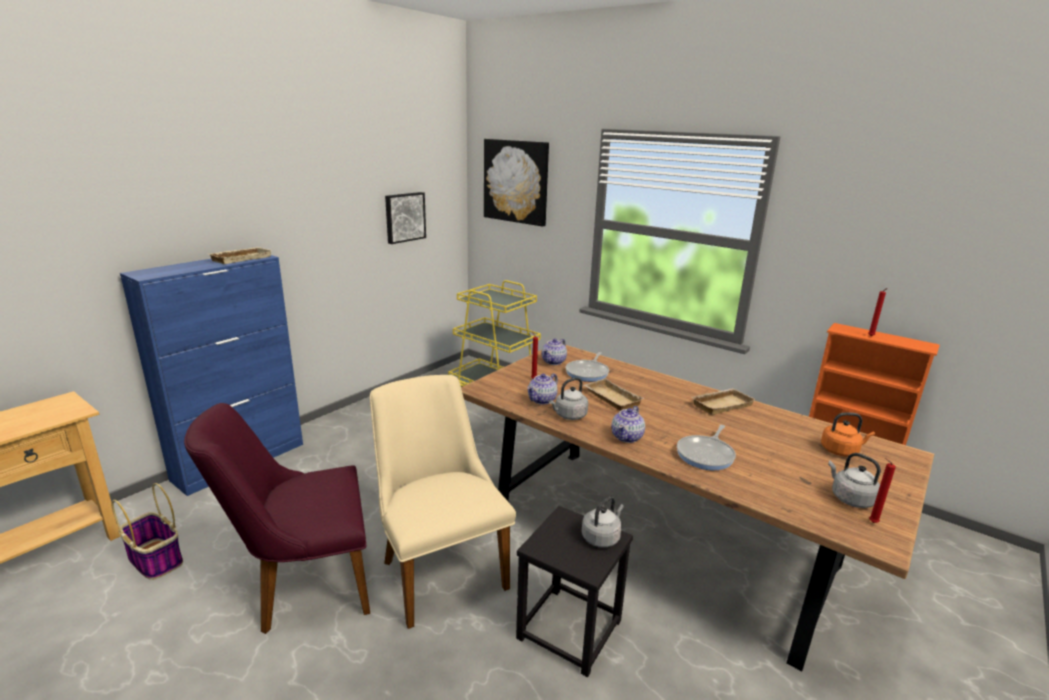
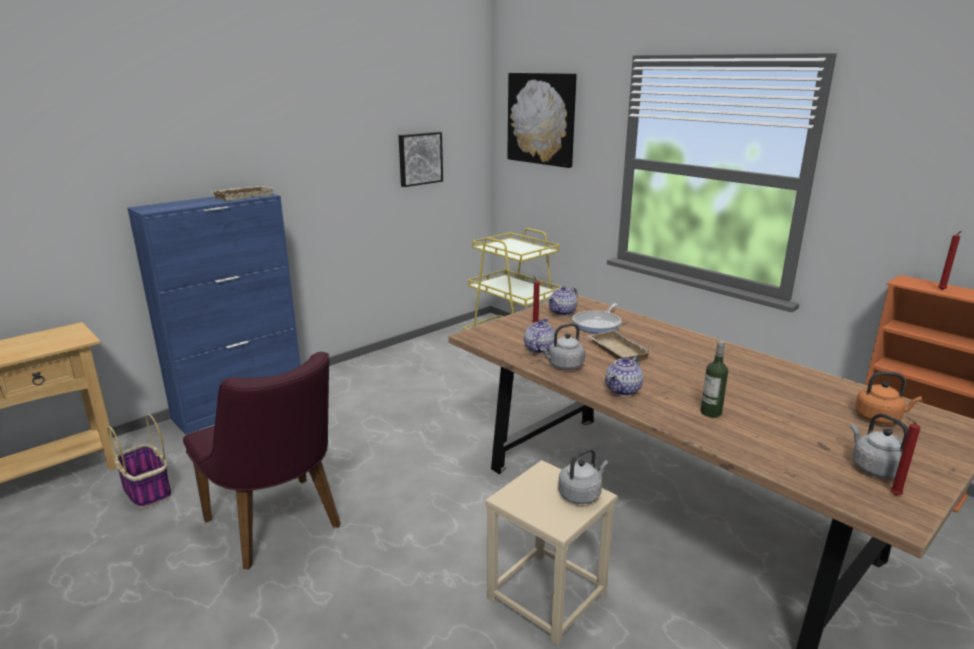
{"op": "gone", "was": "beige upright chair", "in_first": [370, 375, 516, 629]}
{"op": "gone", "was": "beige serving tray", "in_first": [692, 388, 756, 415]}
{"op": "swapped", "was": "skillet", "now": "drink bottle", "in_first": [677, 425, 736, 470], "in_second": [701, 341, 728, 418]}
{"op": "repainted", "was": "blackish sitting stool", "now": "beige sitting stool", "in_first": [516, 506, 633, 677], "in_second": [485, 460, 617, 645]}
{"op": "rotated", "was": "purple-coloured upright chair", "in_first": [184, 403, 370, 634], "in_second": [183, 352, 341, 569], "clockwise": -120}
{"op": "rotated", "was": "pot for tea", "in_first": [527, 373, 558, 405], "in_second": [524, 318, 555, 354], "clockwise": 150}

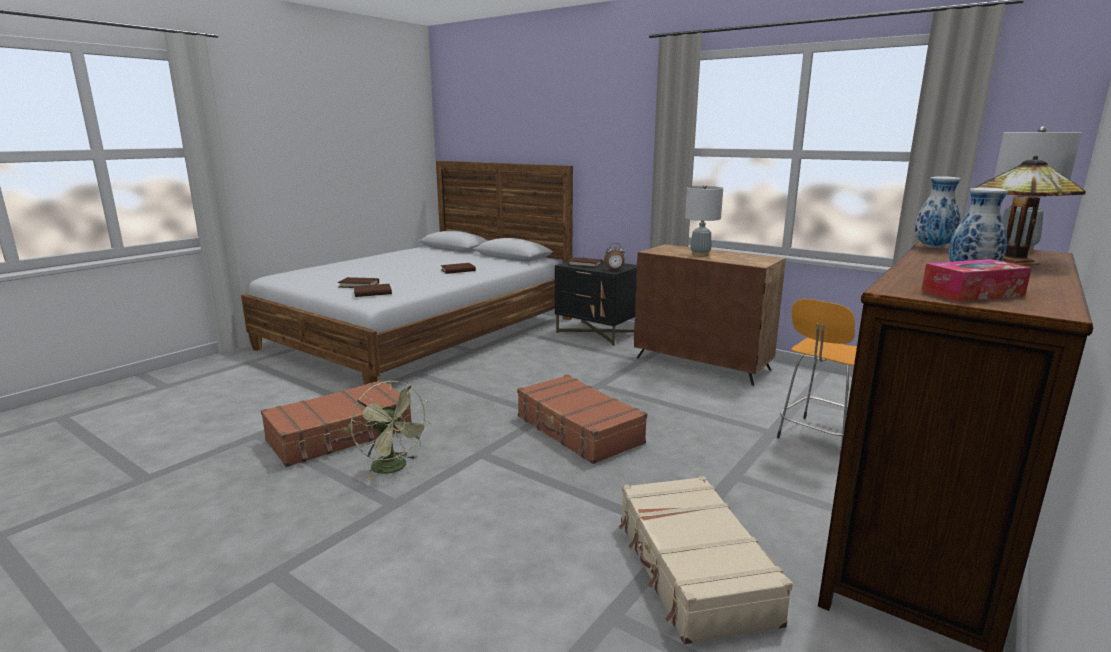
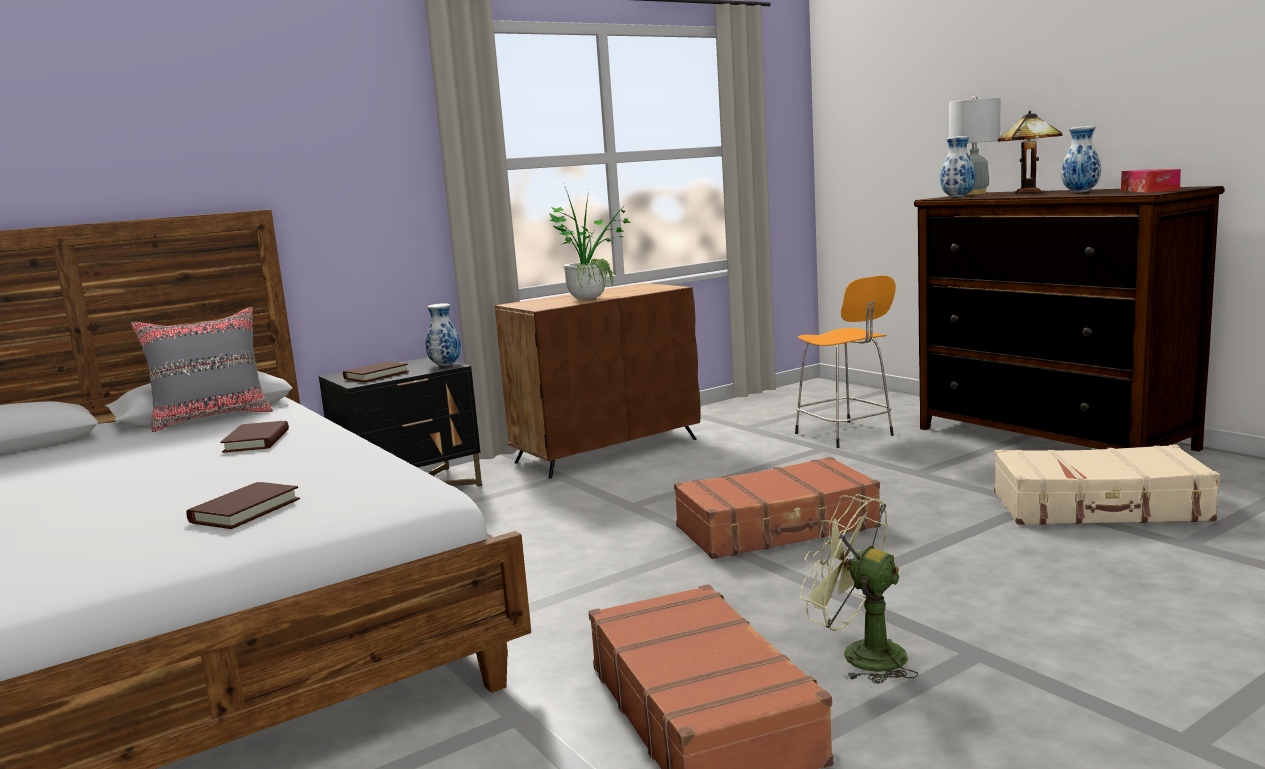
{"op": "gone", "was": "brown bound book", "in_first": [354, 284, 392, 297]}
{"op": "new", "now": "grey throw pillow", "in_second": [131, 307, 273, 432]}
{"op": "swapped", "was": "bedside clock", "now": "decorative vase", "in_first": [604, 243, 625, 270], "in_second": [426, 303, 461, 366]}
{"op": "swapped", "was": "grey tabletop lamp", "now": "plant in a pot", "in_first": [685, 184, 723, 257], "in_second": [549, 187, 631, 299]}
{"op": "rotated", "was": "greenish fan", "in_first": [351, 381, 431, 481], "in_second": [800, 494, 919, 684], "clockwise": -120}

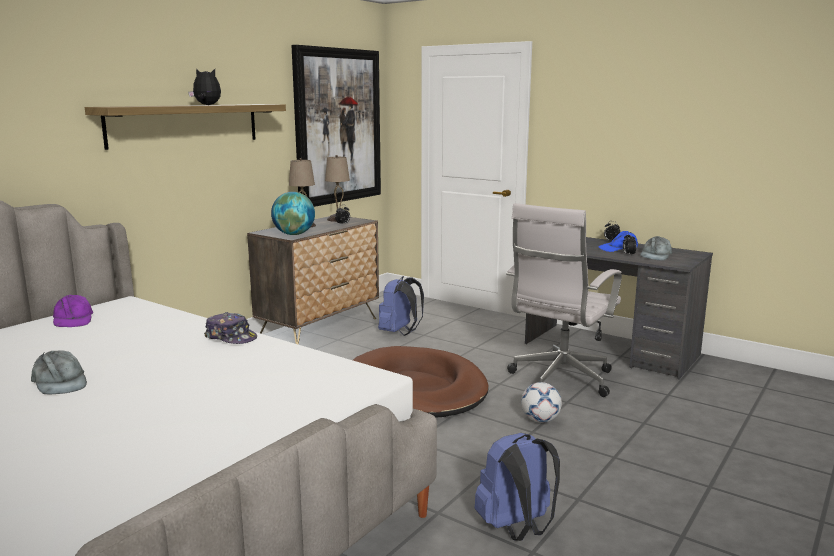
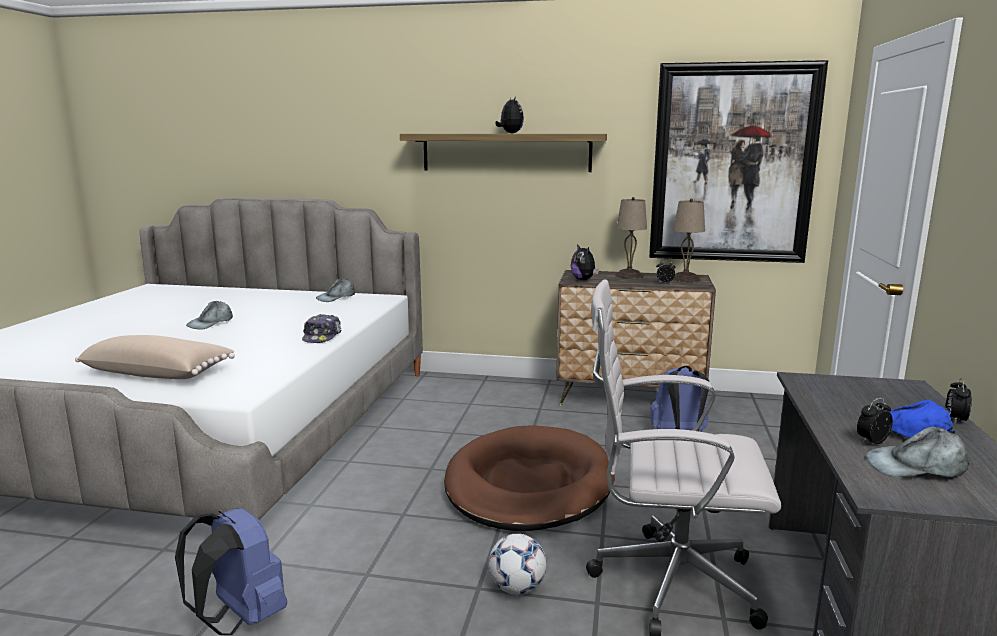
{"op": "new", "now": "beige throw pillow", "in_second": [75, 335, 235, 379]}
{"op": "swapped", "was": "desk globe", "now": "cuddly toy", "in_first": [271, 192, 315, 235], "in_second": [571, 244, 599, 280]}
{"op": "repainted", "was": "purple-coloured cap", "now": "grey cap", "in_first": [53, 295, 93, 327], "in_second": [316, 279, 355, 302]}

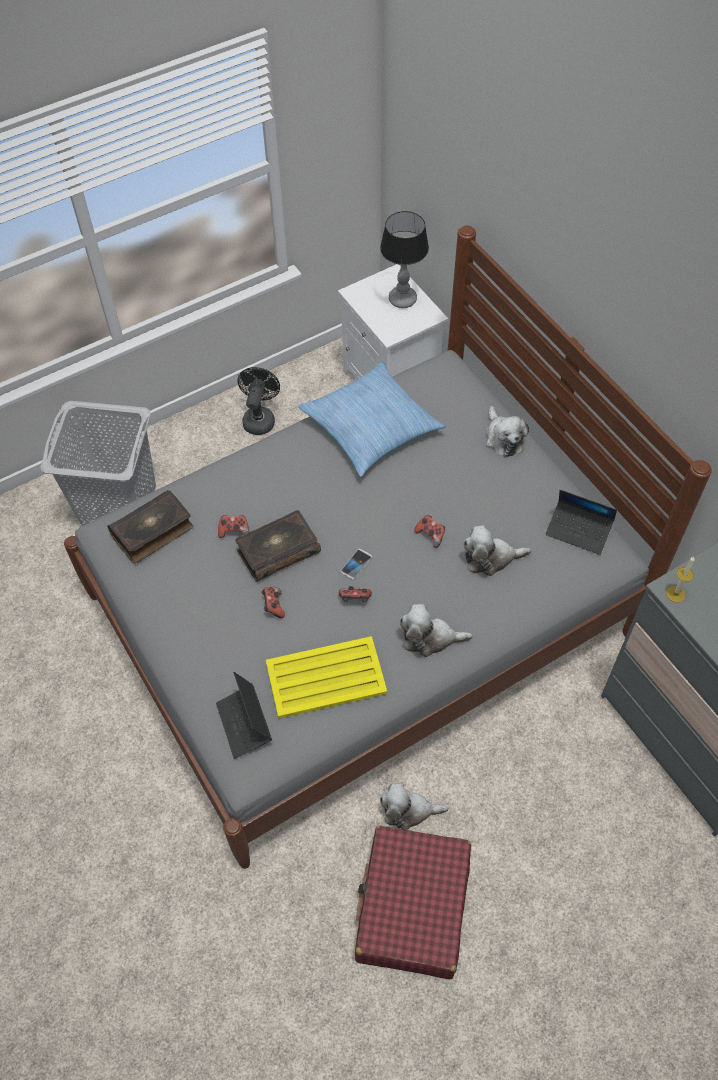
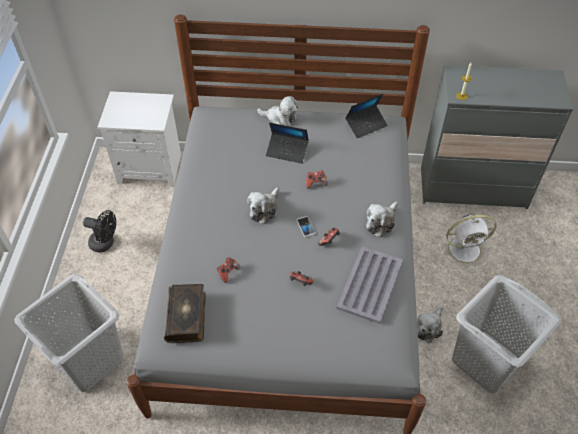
{"op": "gone", "was": "bound book", "in_first": [235, 510, 321, 582]}
{"op": "gone", "was": "throw pillow", "in_first": [298, 360, 446, 477]}
{"op": "gone", "was": "tabletop lamp", "in_first": [380, 211, 429, 308]}
{"op": "new", "now": "whitish fan", "in_second": [438, 215, 496, 269]}
{"op": "shifted", "was": "portable computer", "in_first": [216, 672, 272, 759], "in_second": [266, 122, 309, 163]}
{"op": "shifted", "was": "cuddly toy", "in_first": [463, 526, 531, 576], "in_second": [247, 187, 279, 224]}
{"op": "swapped", "was": "reddish piece of luggage", "now": "grey washing basket", "in_first": [355, 826, 471, 979], "in_second": [452, 275, 561, 393]}
{"op": "repainted", "was": "yellow serving tray", "now": "grey serving tray", "in_first": [266, 636, 387, 719], "in_second": [336, 246, 403, 324]}
{"op": "rotated", "was": "blackish fan", "in_first": [238, 367, 280, 435], "in_second": [83, 210, 116, 252], "clockwise": 150}

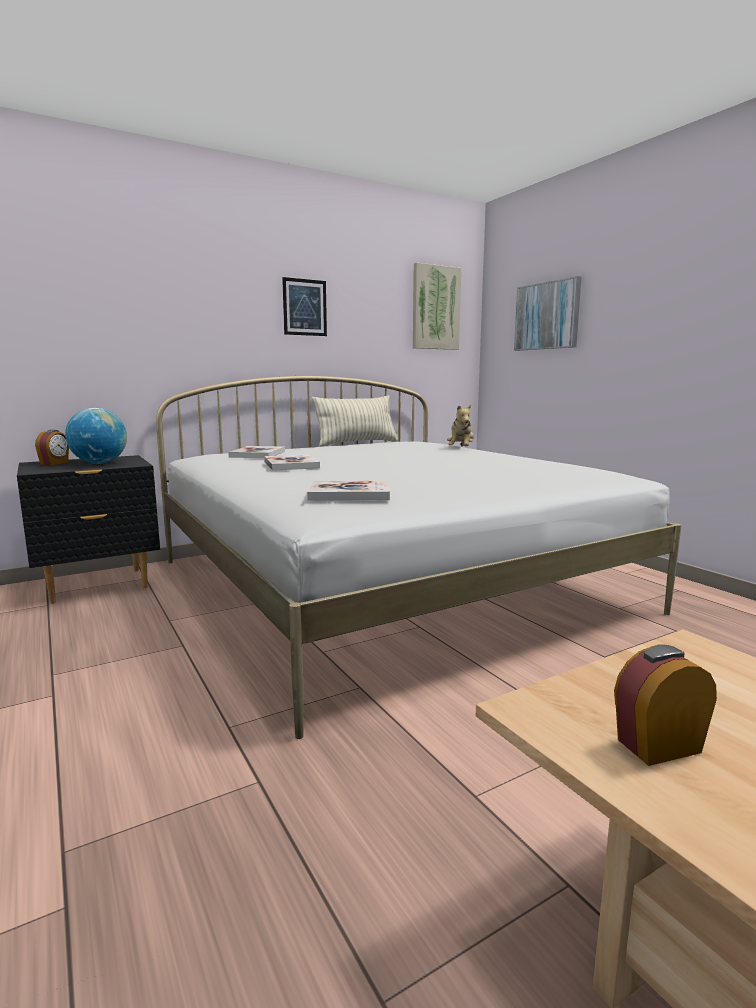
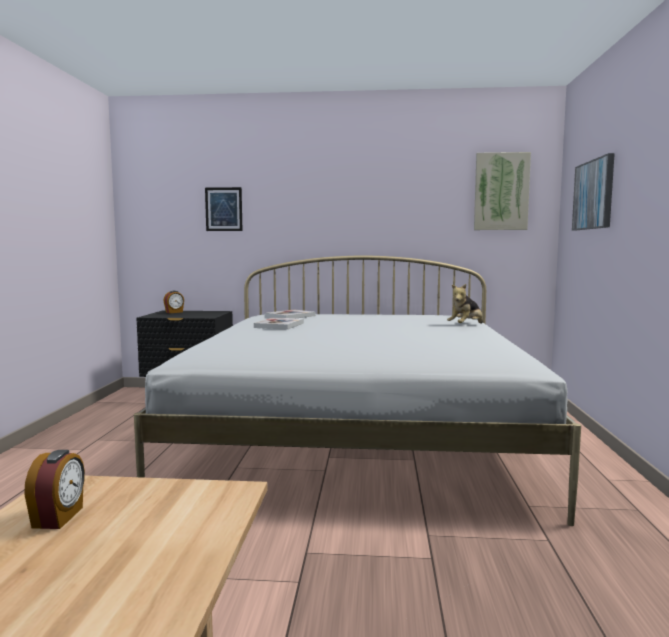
{"op": "gone", "was": "desk globe", "in_first": [65, 408, 127, 464]}
{"op": "gone", "was": "bound book", "in_first": [307, 481, 390, 501]}
{"op": "gone", "was": "throw pillow", "in_first": [312, 395, 398, 447]}
{"op": "shifted", "was": "wall art", "in_first": [282, 277, 327, 336], "in_second": [205, 187, 243, 231]}
{"op": "rotated", "was": "bedside clock", "in_first": [614, 644, 717, 766], "in_second": [24, 450, 85, 529], "clockwise": 75}

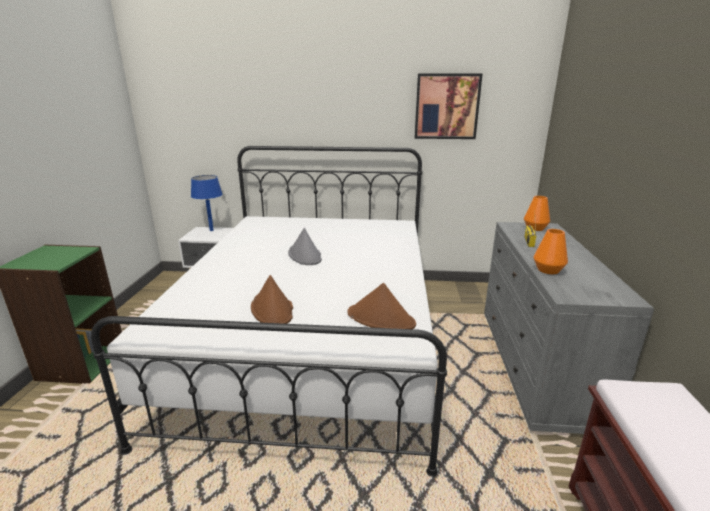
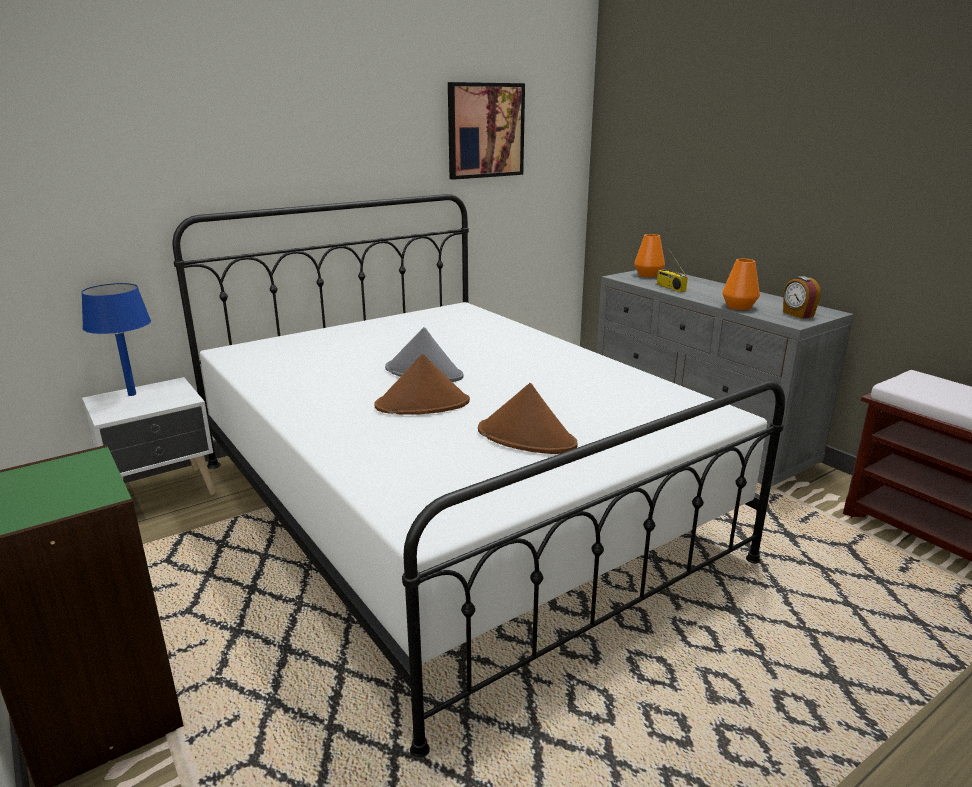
{"op": "new", "now": "bedside clock", "in_second": [783, 276, 821, 319]}
{"op": "shifted", "was": "brown clothing hat", "in_first": [348, 283, 416, 329], "in_second": [374, 354, 470, 415]}

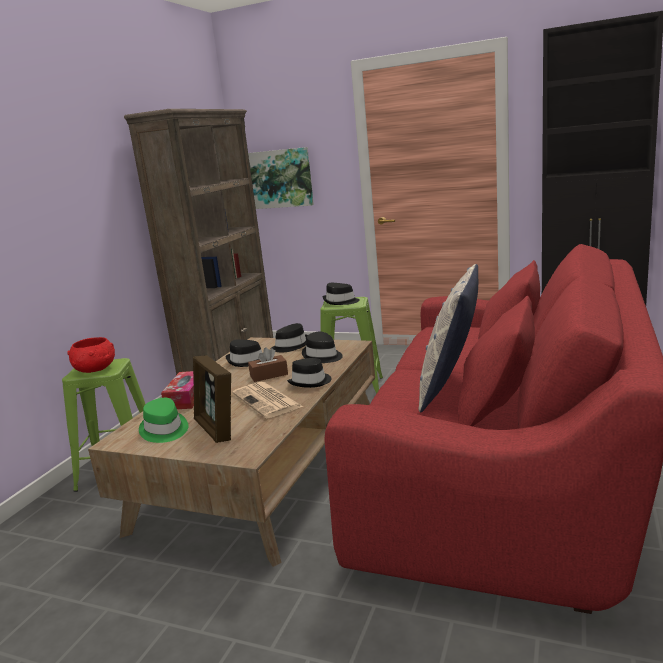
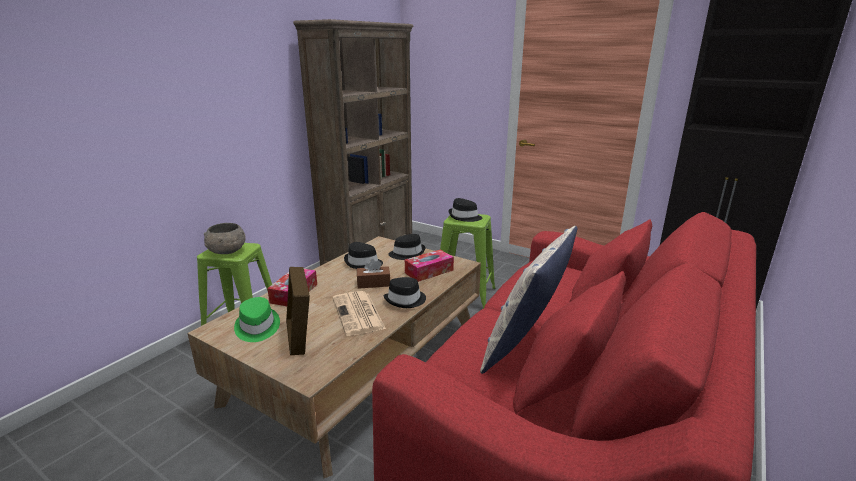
{"op": "gone", "was": "wall art", "in_first": [248, 147, 314, 209]}
{"op": "swapped", "was": "blackish clothing hat", "now": "tissue box", "in_first": [302, 331, 343, 363], "in_second": [405, 250, 454, 282]}
{"op": "repainted", "was": "reddish serving bowl", "now": "grey serving bowl", "in_first": [67, 337, 115, 373], "in_second": [204, 223, 246, 254]}

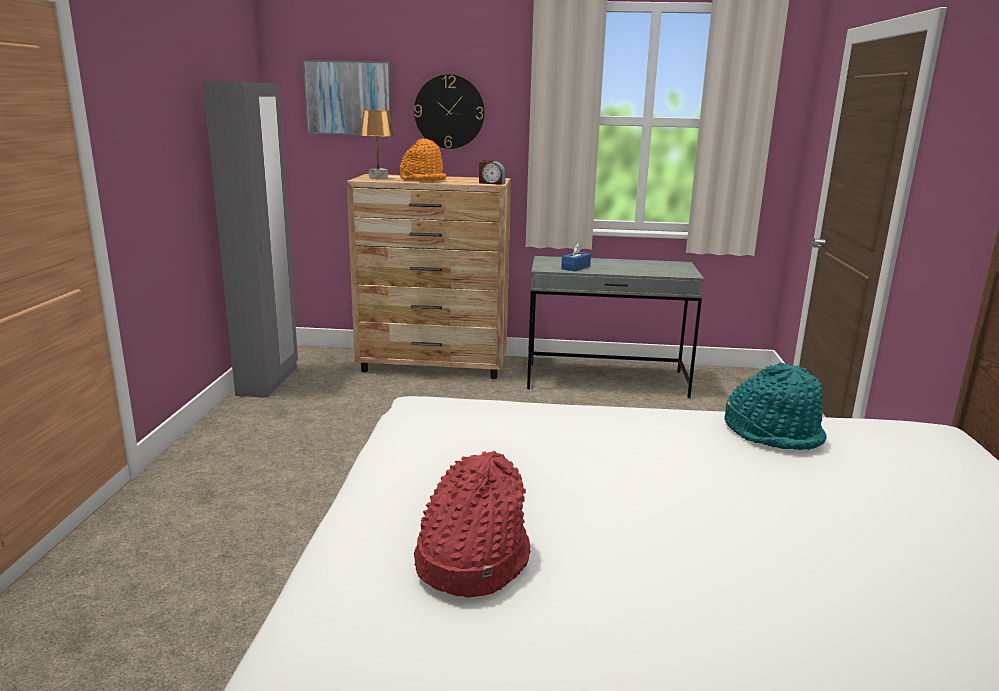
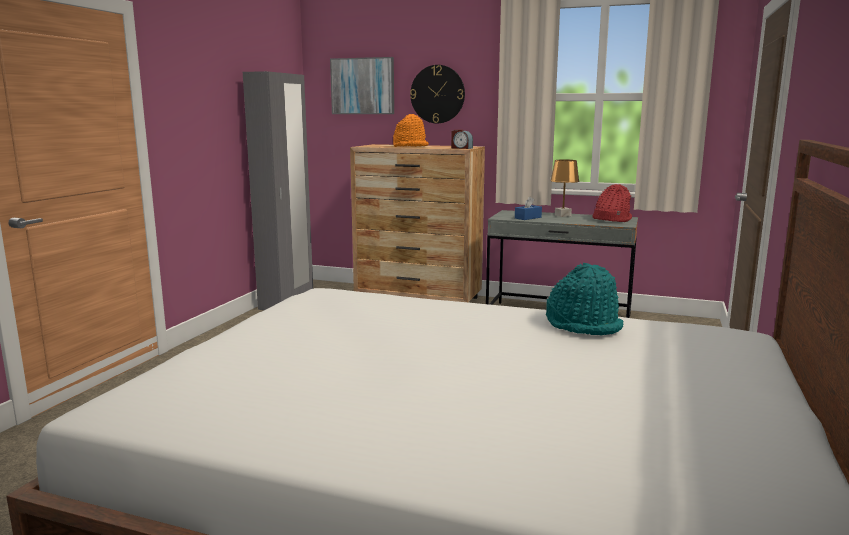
{"op": "shifted", "was": "brown tabletop lamp", "in_first": [360, 110, 394, 179], "in_second": [550, 160, 579, 217]}
{"op": "shifted", "was": "reddish clothing hat", "in_first": [414, 450, 531, 597], "in_second": [593, 184, 632, 222]}

